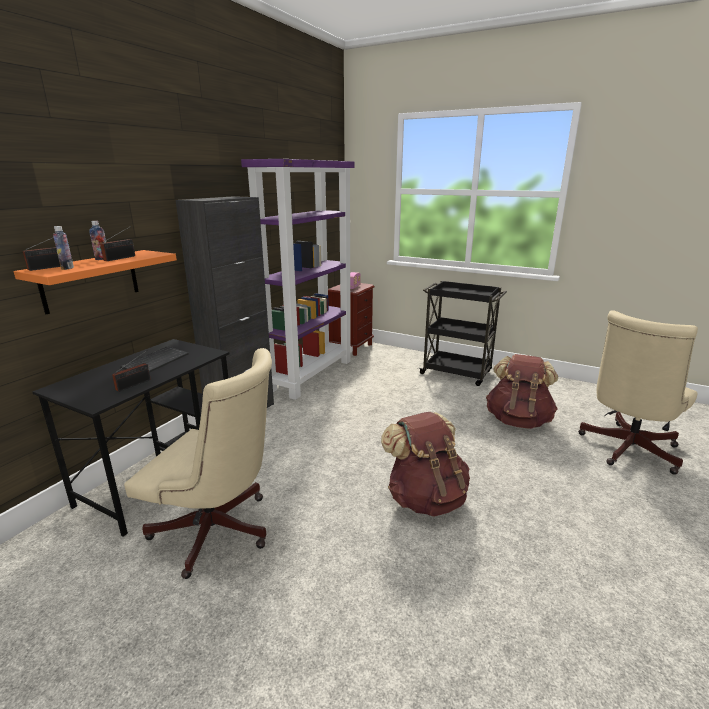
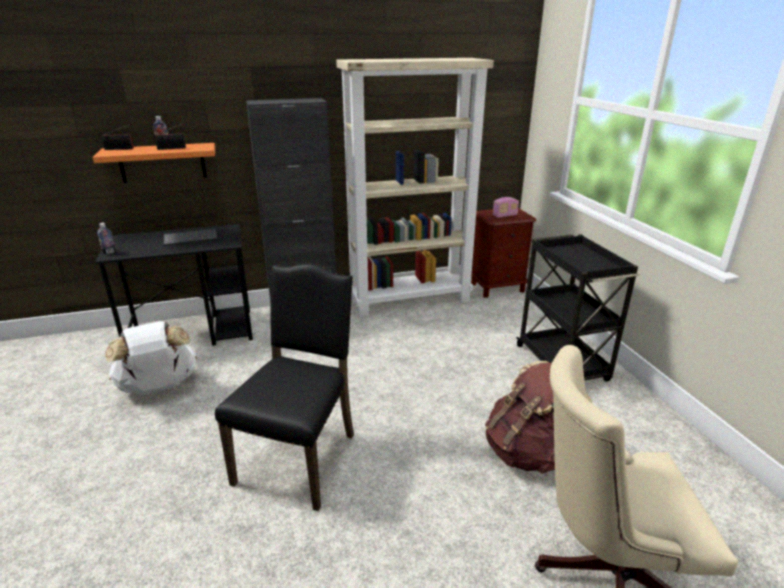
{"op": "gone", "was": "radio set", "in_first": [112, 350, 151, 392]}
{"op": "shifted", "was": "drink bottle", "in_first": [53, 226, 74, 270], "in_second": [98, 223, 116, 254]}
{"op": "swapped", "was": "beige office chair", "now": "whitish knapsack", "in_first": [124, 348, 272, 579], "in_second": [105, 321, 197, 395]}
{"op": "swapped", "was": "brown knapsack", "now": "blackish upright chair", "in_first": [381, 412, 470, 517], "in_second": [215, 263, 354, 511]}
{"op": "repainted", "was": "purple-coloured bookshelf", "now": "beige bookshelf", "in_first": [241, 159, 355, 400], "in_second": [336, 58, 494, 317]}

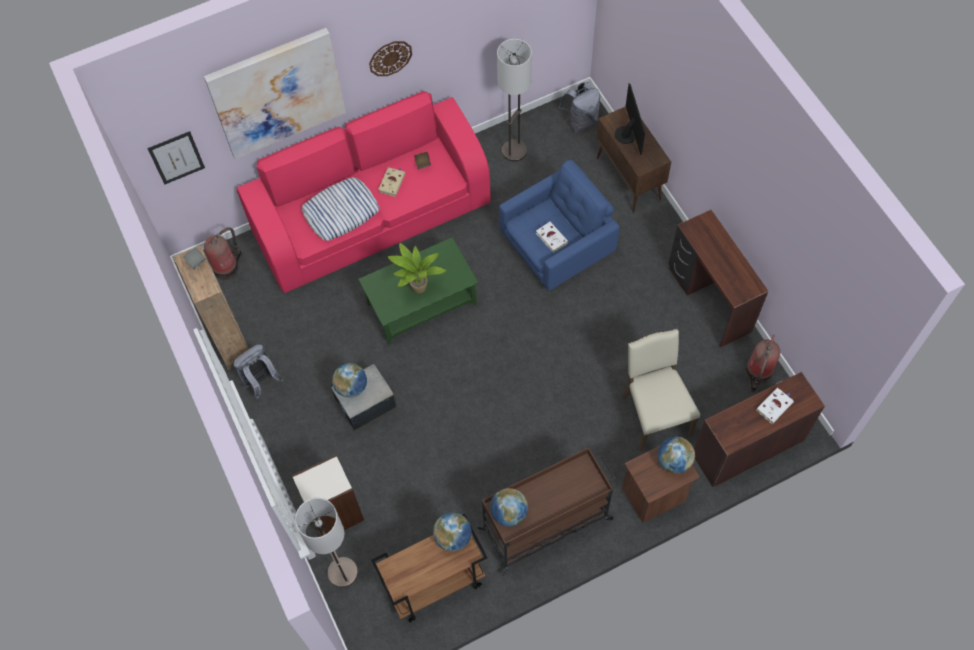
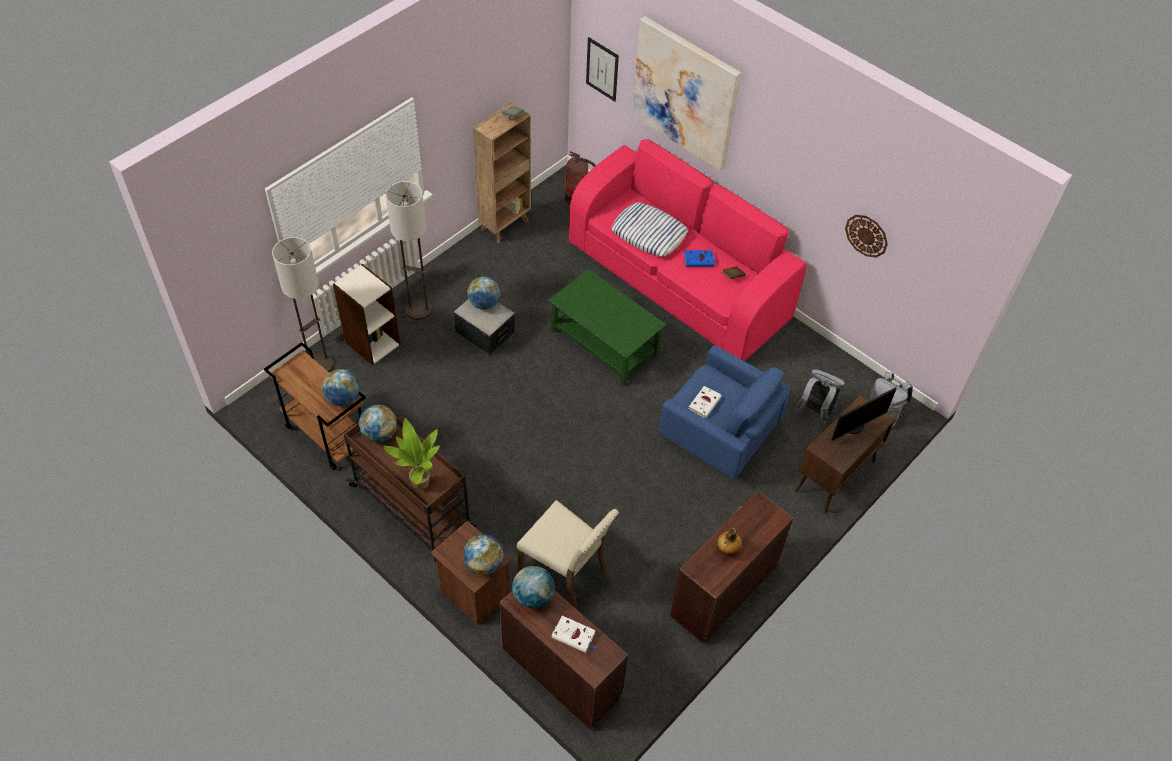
{"op": "gone", "was": "extinguisher", "in_first": [745, 334, 780, 392]}
{"op": "new", "now": "desk globe", "in_second": [512, 566, 555, 609]}
{"op": "new", "now": "drink bottle", "in_second": [717, 528, 742, 556]}
{"op": "shifted", "was": "grey knapsack", "in_first": [233, 344, 284, 399], "in_second": [795, 369, 845, 425]}
{"op": "shifted", "was": "wall clock", "in_first": [369, 41, 412, 76], "in_second": [845, 215, 888, 258]}
{"op": "shifted", "was": "plant in a pot", "in_first": [388, 243, 446, 294], "in_second": [383, 418, 440, 490]}
{"op": "shifted", "was": "standing lamp", "in_first": [497, 39, 532, 162], "in_second": [386, 181, 432, 320]}
{"op": "repainted", "was": "beige bound book", "now": "bluish bound book", "in_first": [378, 167, 406, 197], "in_second": [684, 250, 718, 267]}
{"op": "rotated", "was": "beige upright chair", "in_first": [622, 329, 700, 452], "in_second": [516, 500, 619, 608], "clockwise": 75}

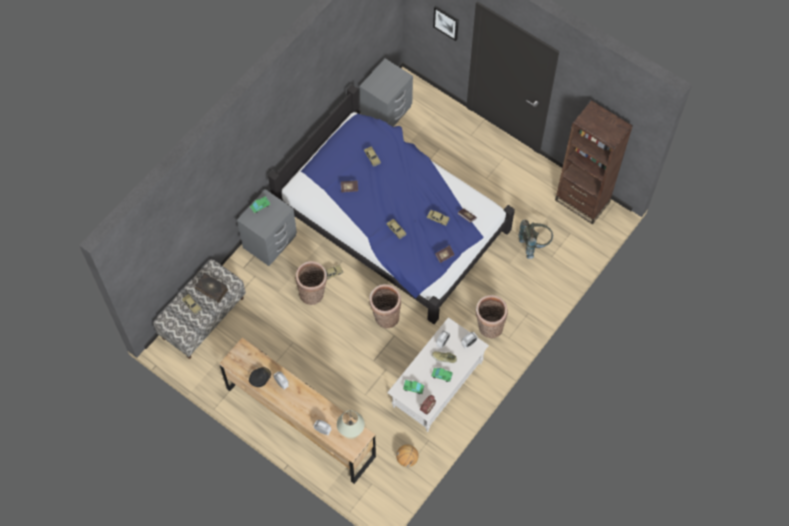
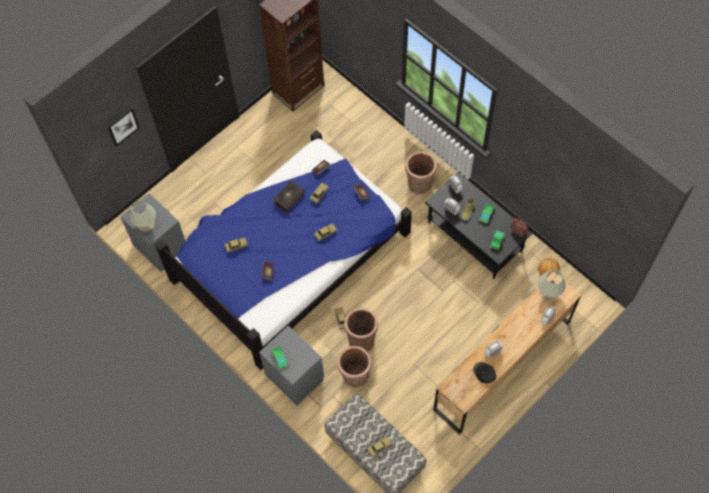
{"op": "gone", "was": "grey knapsack", "in_first": [518, 220, 553, 259]}
{"op": "new", "now": "beige tabletop lamp", "in_second": [129, 200, 156, 232]}
{"op": "shifted", "was": "bound book", "in_first": [195, 273, 228, 303], "in_second": [273, 181, 305, 212]}
{"op": "shifted", "was": "household basket", "in_first": [369, 284, 401, 329], "in_second": [337, 346, 371, 388]}
{"op": "repainted", "was": "whitish coffee table", "now": "blackish coffee table", "in_first": [387, 317, 489, 432], "in_second": [425, 172, 532, 279]}

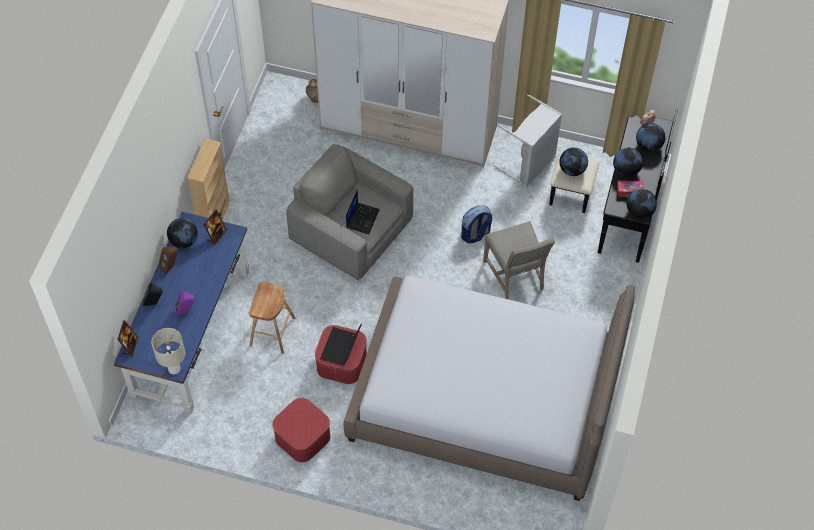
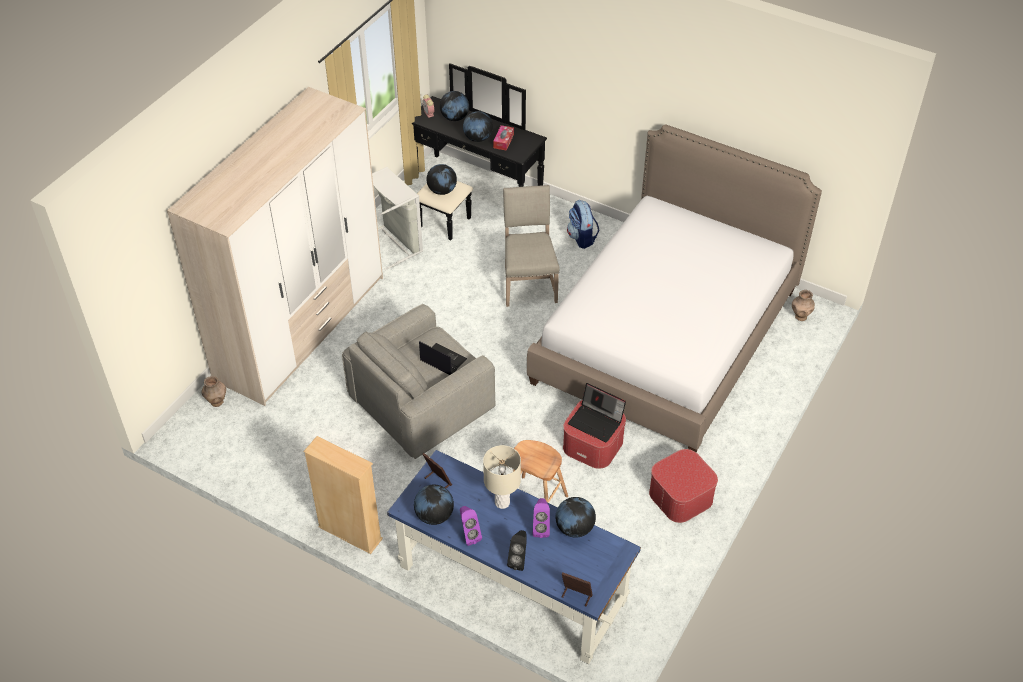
{"op": "new", "now": "brown decorative vase", "in_second": [792, 290, 815, 321]}
{"op": "shifted", "was": "beige tabletop lamp", "in_first": [151, 328, 185, 374], "in_second": [483, 445, 521, 509]}
{"op": "shifted", "was": "knapsack", "in_first": [461, 205, 492, 244], "in_second": [567, 200, 599, 249]}
{"op": "shifted", "was": "desk globe", "in_first": [627, 189, 657, 219], "in_second": [556, 497, 596, 538]}
{"op": "repainted", "was": "brown speaker", "now": "purple-coloured speaker", "in_first": [158, 247, 177, 274], "in_second": [460, 506, 482, 546]}
{"op": "rotated", "was": "beige upright chair", "in_first": [483, 221, 555, 300], "in_second": [503, 185, 560, 307], "clockwise": -90}

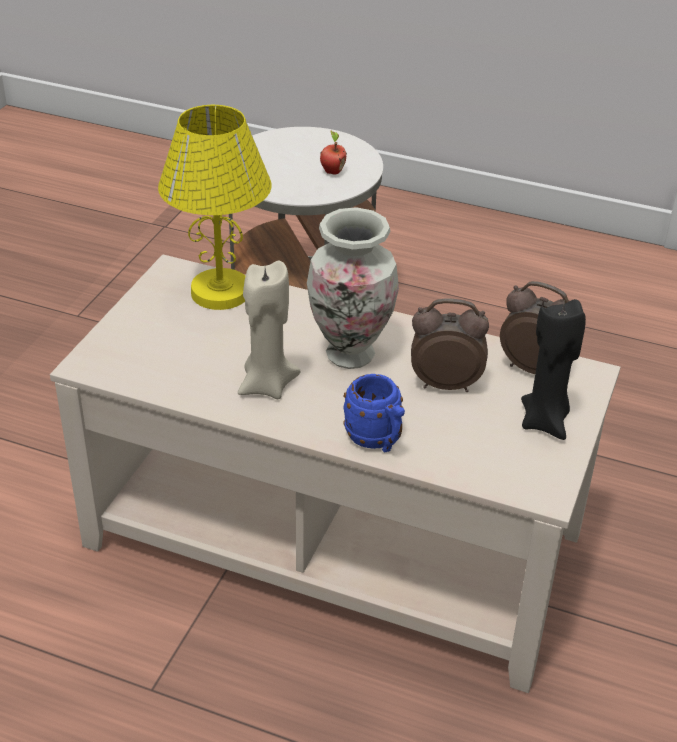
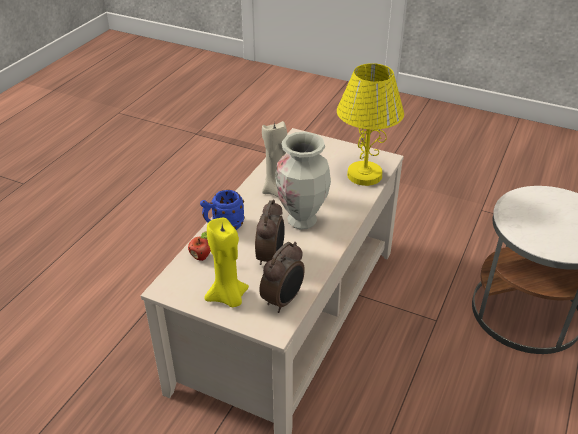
{"op": "shifted", "was": "apple fruit", "in_first": [320, 131, 347, 174], "in_second": [188, 231, 211, 261]}
{"op": "repainted", "was": "blackish wax candle", "now": "yellow wax candle", "in_first": [521, 299, 586, 440], "in_second": [204, 218, 249, 307]}

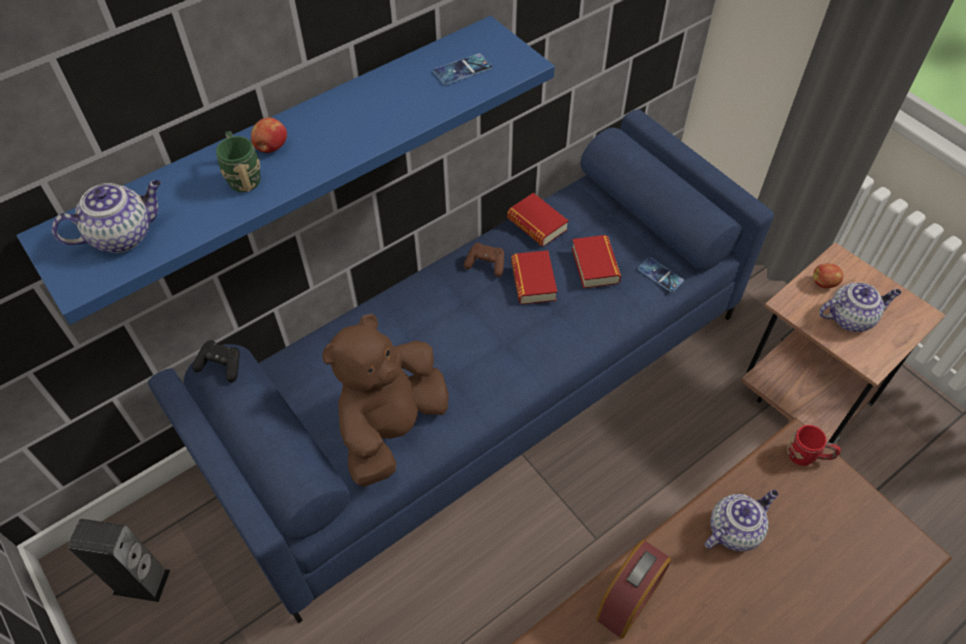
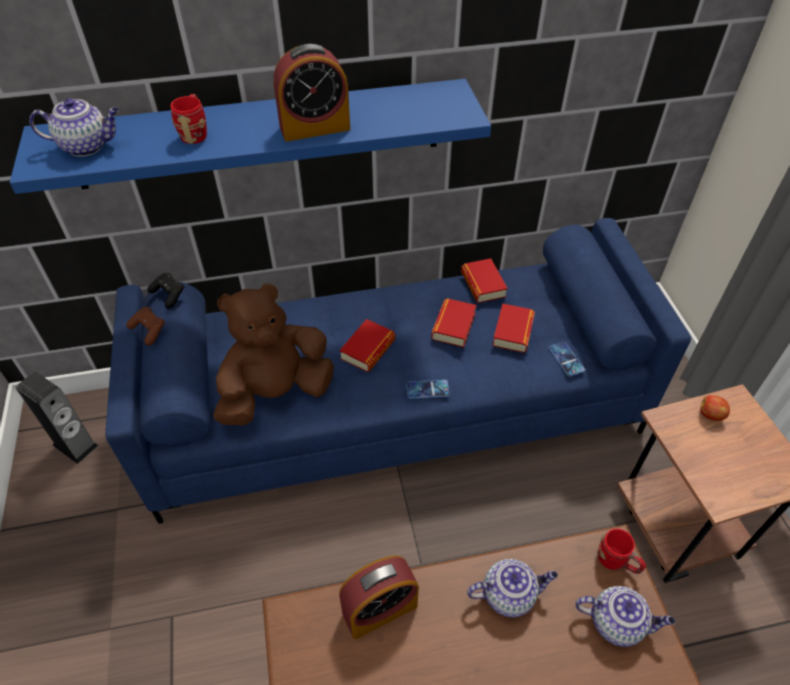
{"op": "gone", "was": "apple fruit", "in_first": [251, 117, 287, 153]}
{"op": "new", "now": "bedside clock", "in_second": [274, 44, 350, 141]}
{"op": "new", "now": "bound book", "in_second": [339, 319, 395, 372]}
{"op": "shifted", "was": "handset", "in_first": [433, 53, 493, 85], "in_second": [406, 380, 450, 399]}
{"op": "shifted", "was": "brown gamepad", "in_first": [464, 243, 504, 277], "in_second": [126, 307, 165, 346]}
{"op": "shifted", "was": "pot for tea", "in_first": [819, 282, 901, 332], "in_second": [575, 586, 675, 647]}
{"op": "repainted", "was": "greenish tea mug", "now": "reddish tea mug", "in_first": [216, 131, 261, 192], "in_second": [171, 94, 207, 144]}

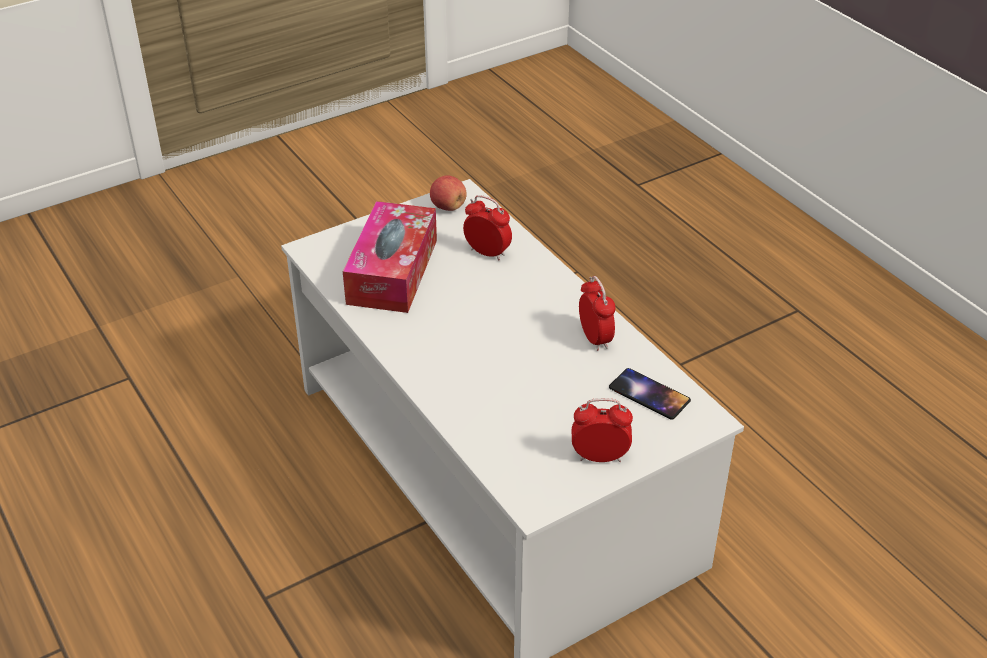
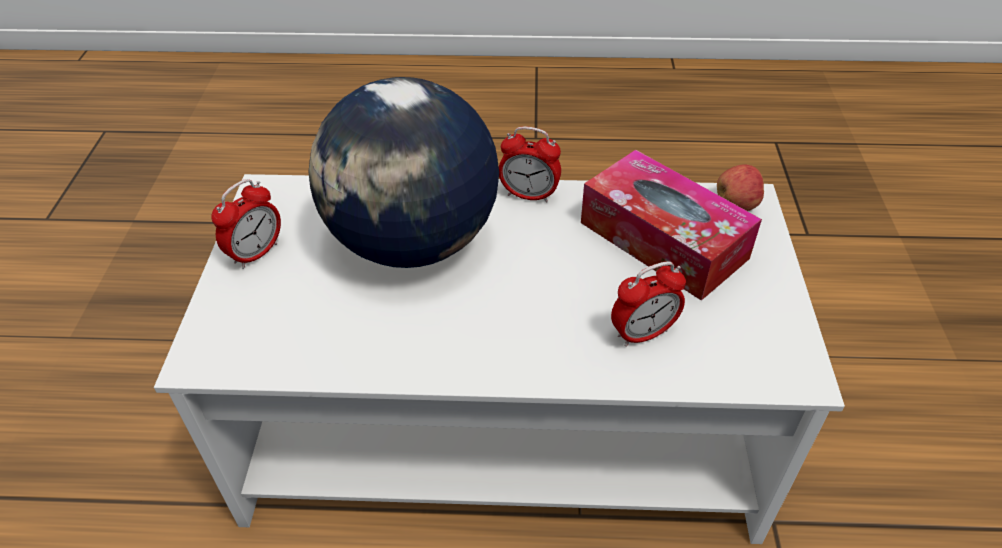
{"op": "gone", "was": "handset", "in_first": [609, 368, 691, 420]}
{"op": "new", "now": "desk globe", "in_second": [309, 77, 499, 268]}
{"op": "shifted", "was": "apple fruit", "in_first": [430, 175, 466, 211], "in_second": [717, 164, 764, 211]}
{"op": "shifted", "was": "bedside clock", "in_first": [579, 276, 616, 351], "in_second": [499, 126, 561, 202]}

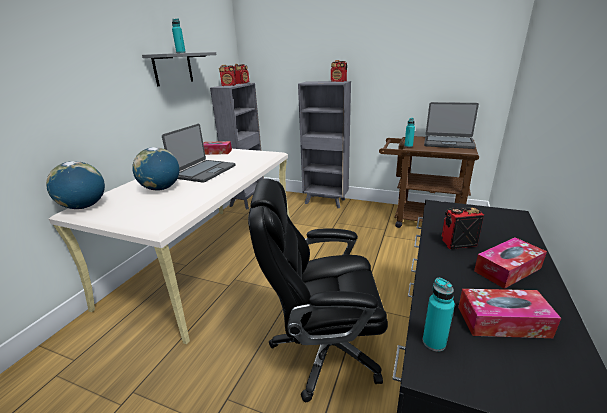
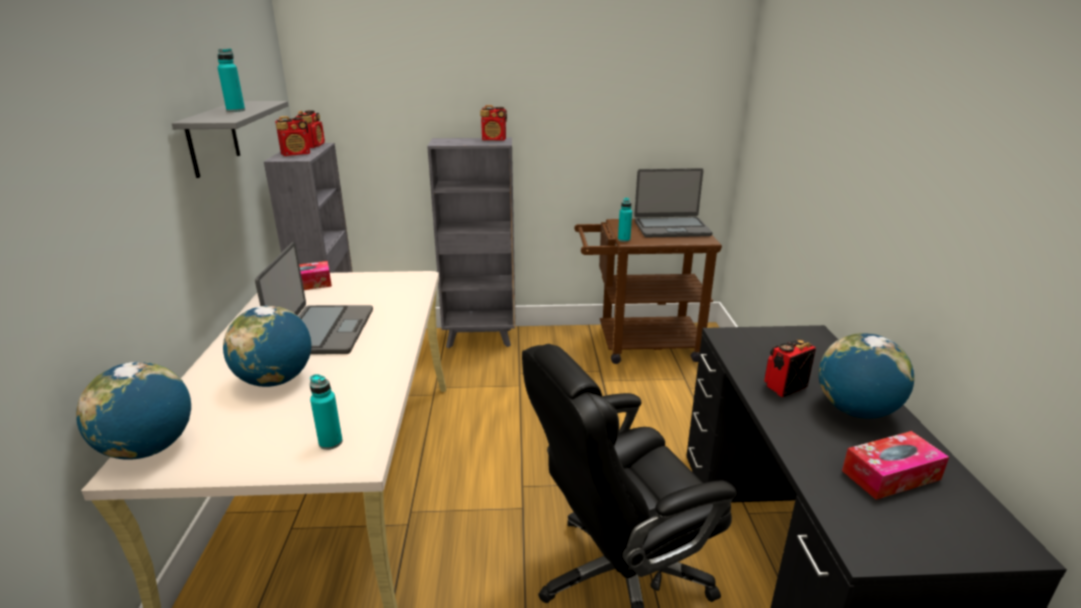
{"op": "shifted", "was": "turquoise-coloured drink bottle", "in_first": [423, 278, 455, 352], "in_second": [310, 374, 343, 450]}
{"op": "swapped", "was": "tissue box", "now": "desk globe", "in_first": [474, 237, 547, 289], "in_second": [819, 333, 914, 418]}

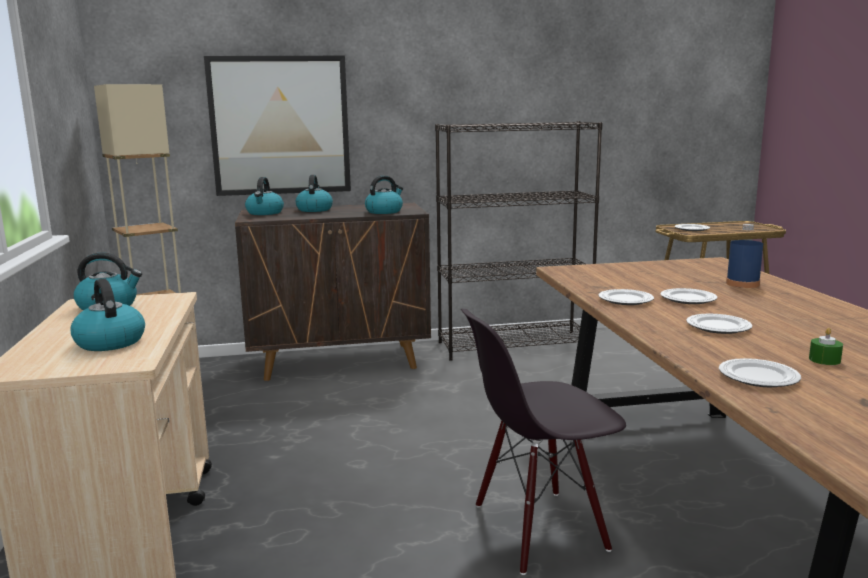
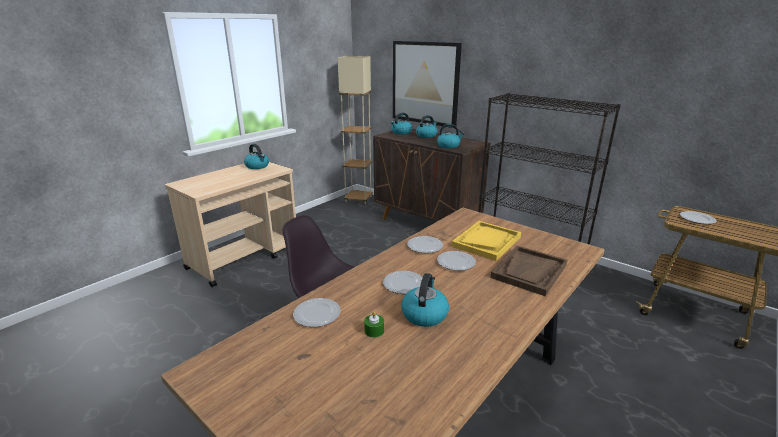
{"op": "new", "now": "yellow serving tray", "in_second": [451, 221, 521, 261]}
{"op": "shifted", "was": "kettle", "in_first": [70, 279, 145, 351], "in_second": [401, 273, 449, 327]}
{"op": "swapped", "was": "bluish drink bottle", "now": "brown serving tray", "in_first": [726, 224, 763, 288], "in_second": [490, 246, 567, 296]}

